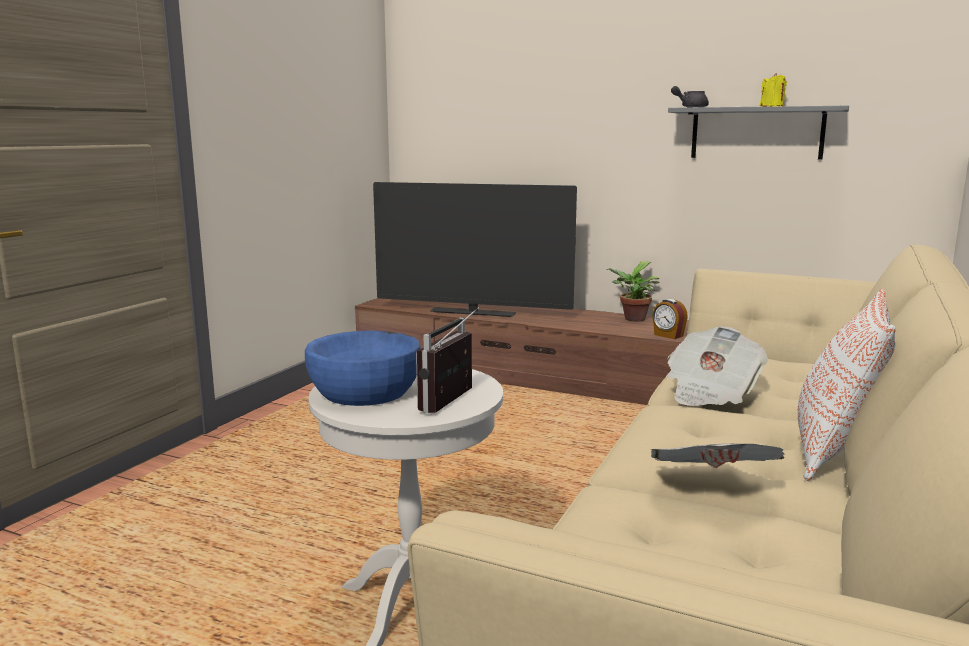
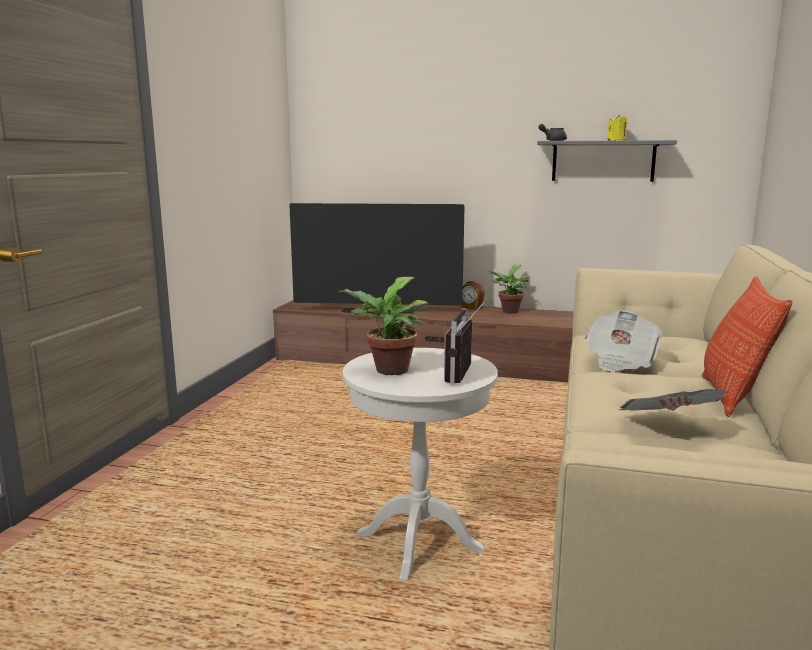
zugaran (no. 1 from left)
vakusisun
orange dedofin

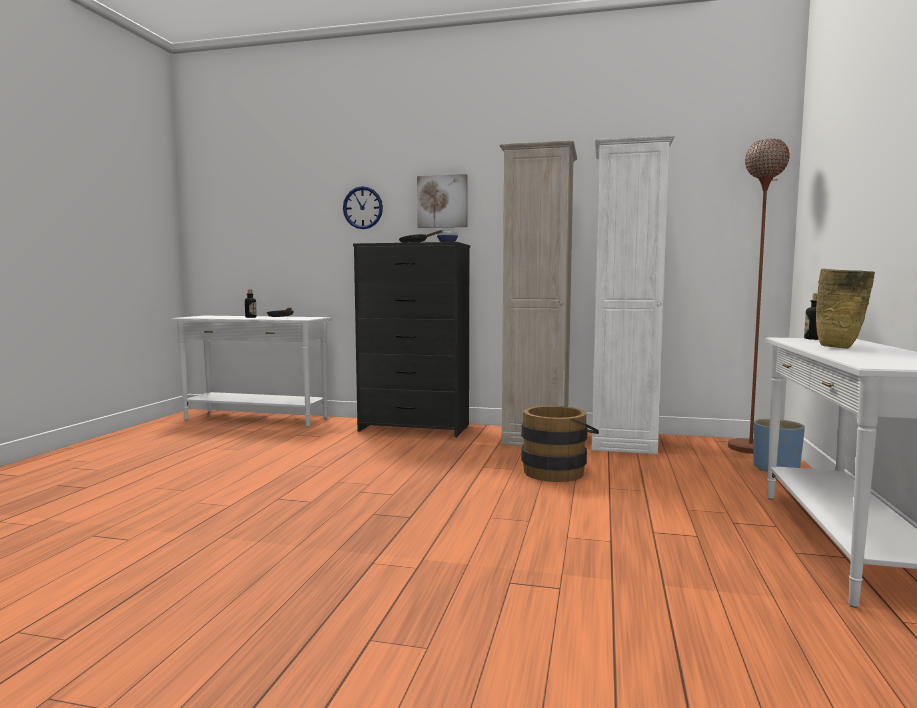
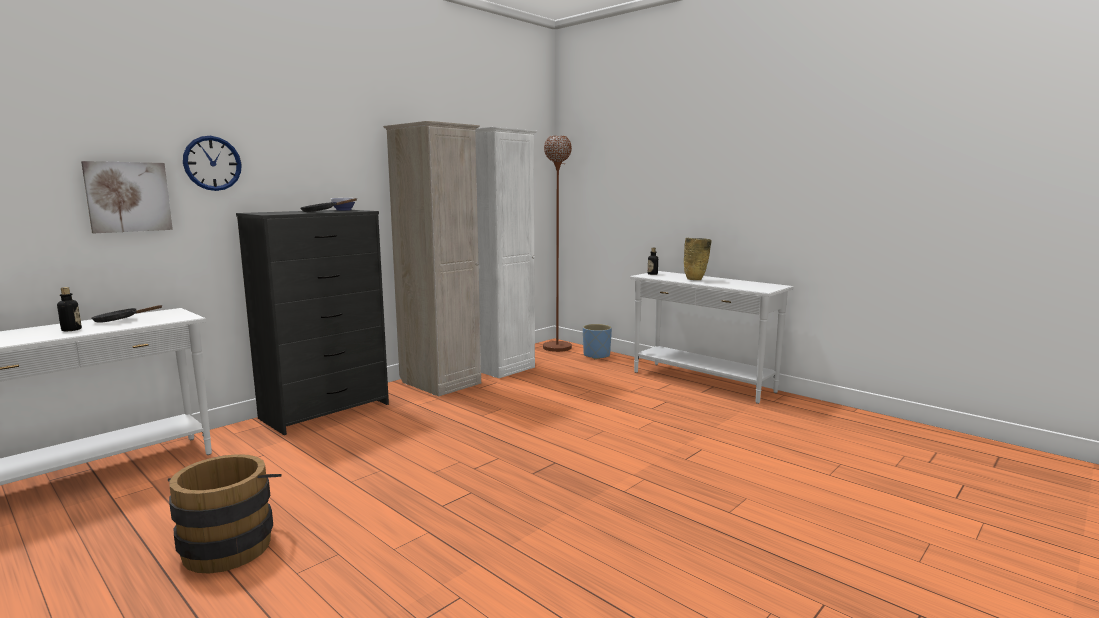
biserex
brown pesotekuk

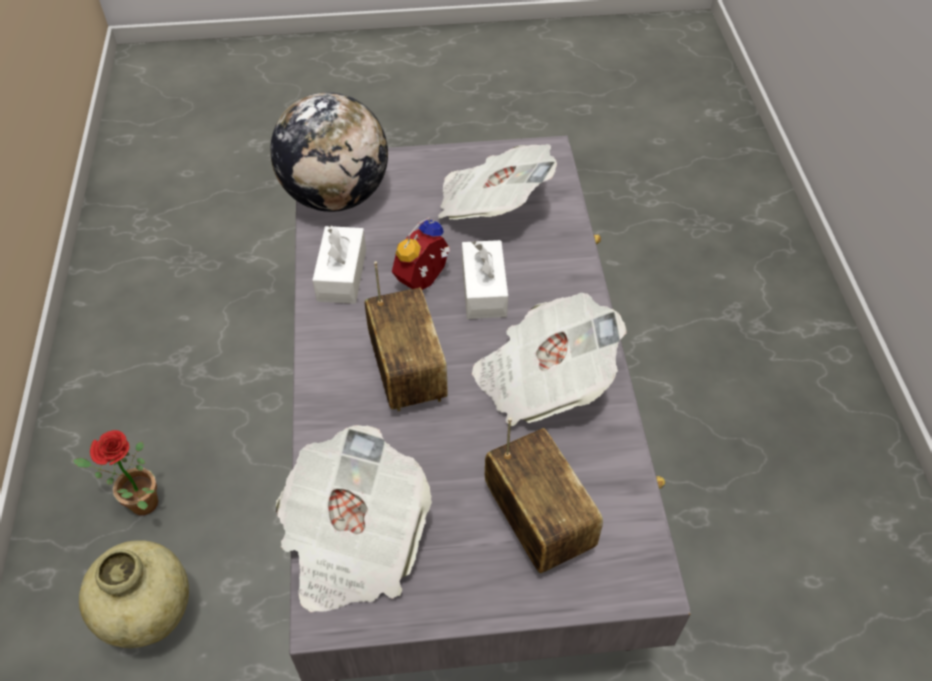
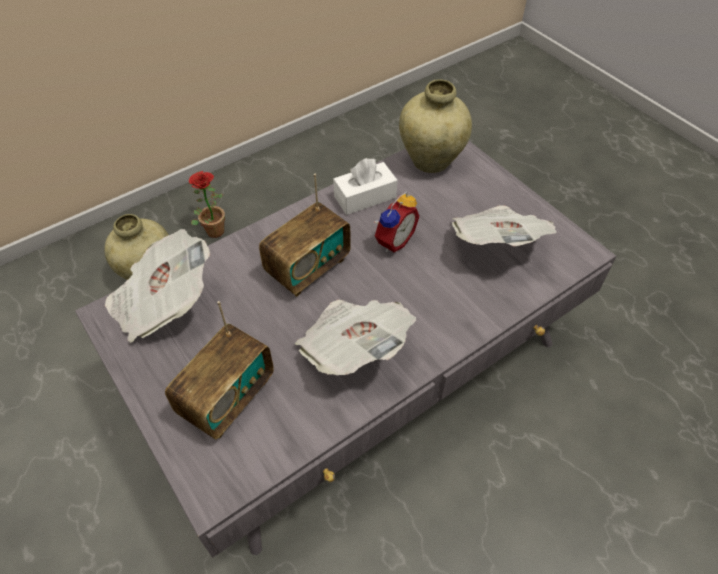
vakusisun
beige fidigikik (no. 2 from left)
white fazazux (no. 2 from left in the first image)

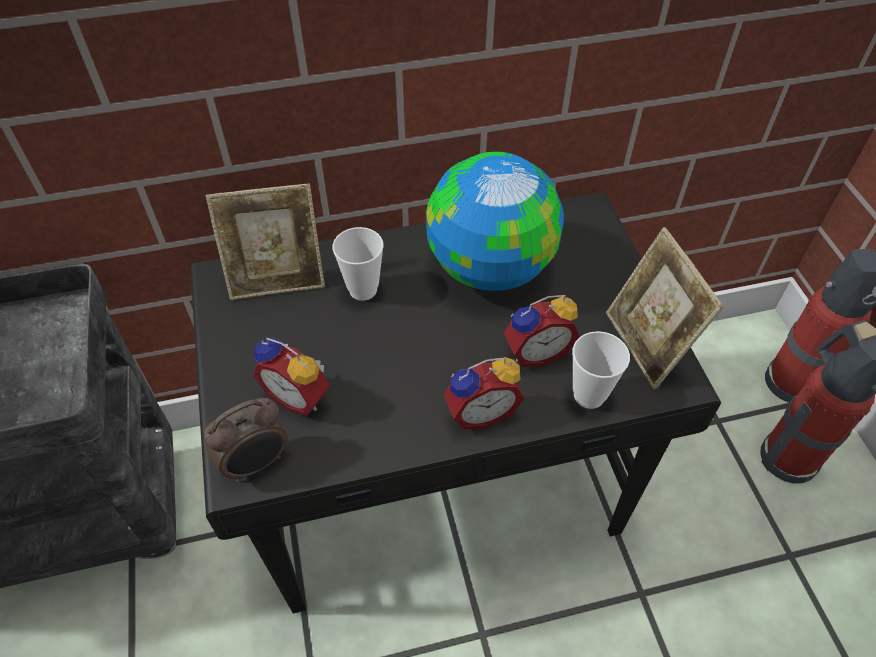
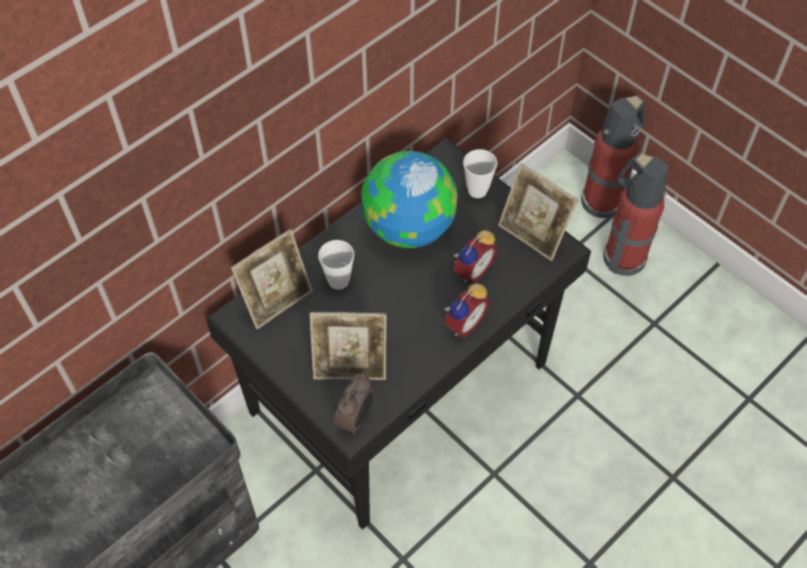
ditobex (no. 2 from left)
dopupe (no. 2 from left)

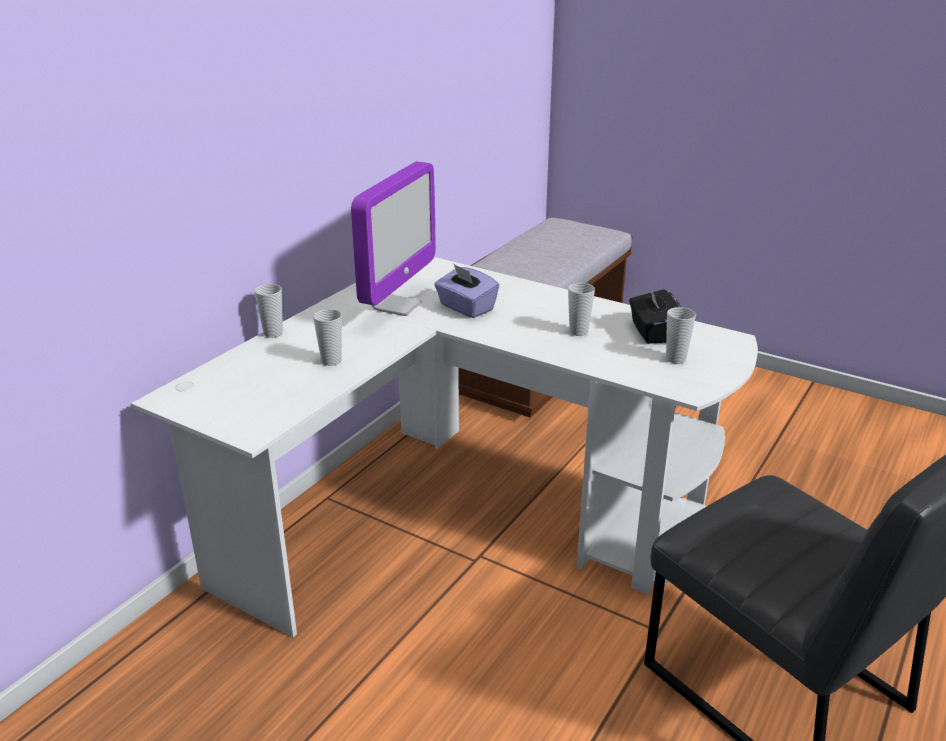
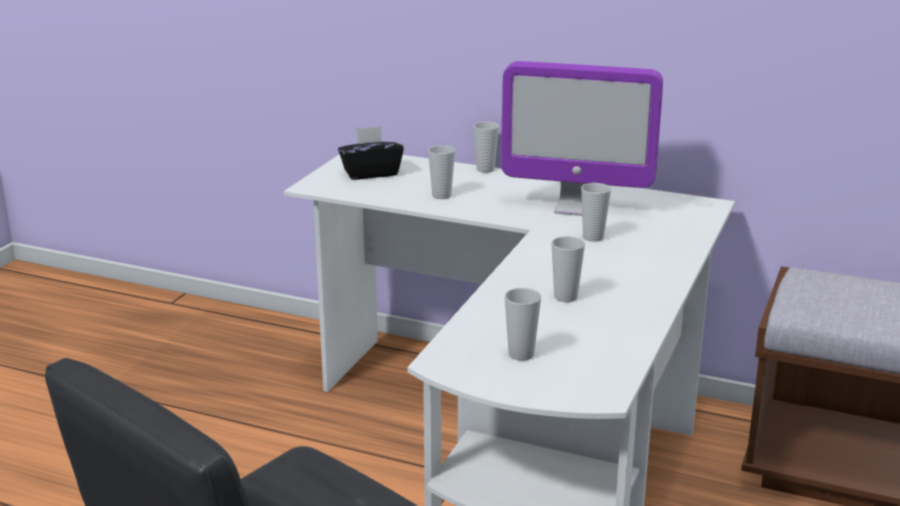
black fazazux
dopupe (no. 5 from left)

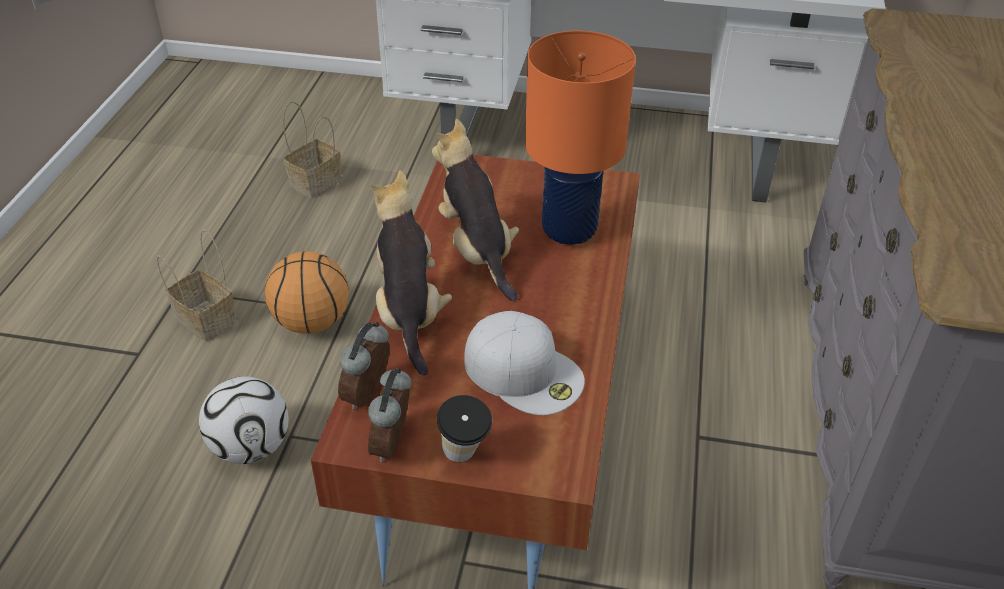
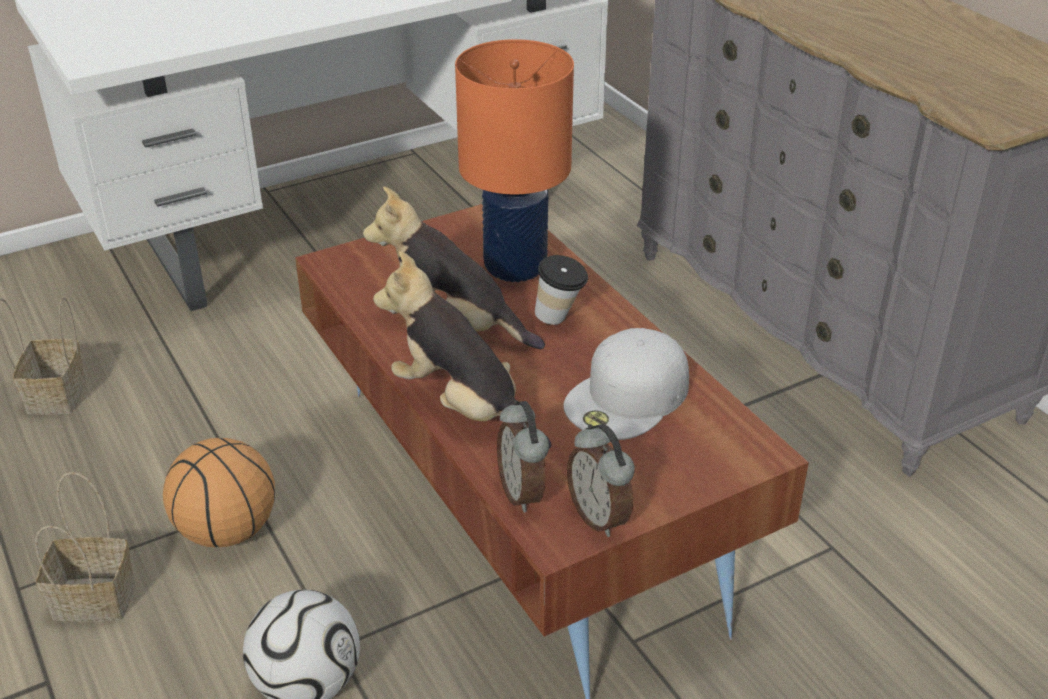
dopupe
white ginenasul

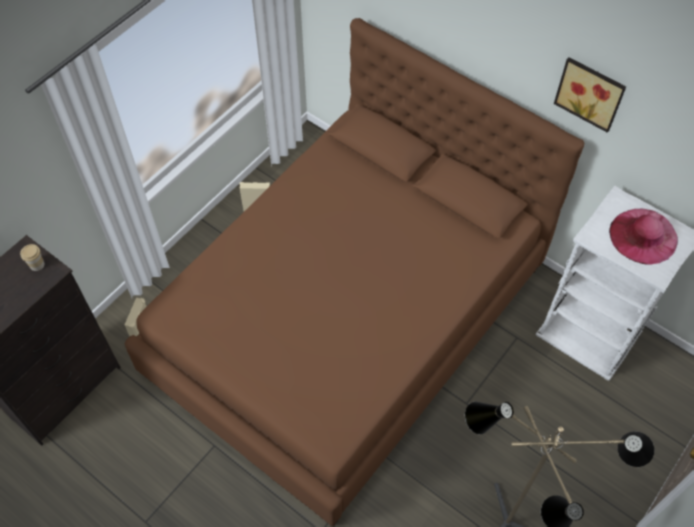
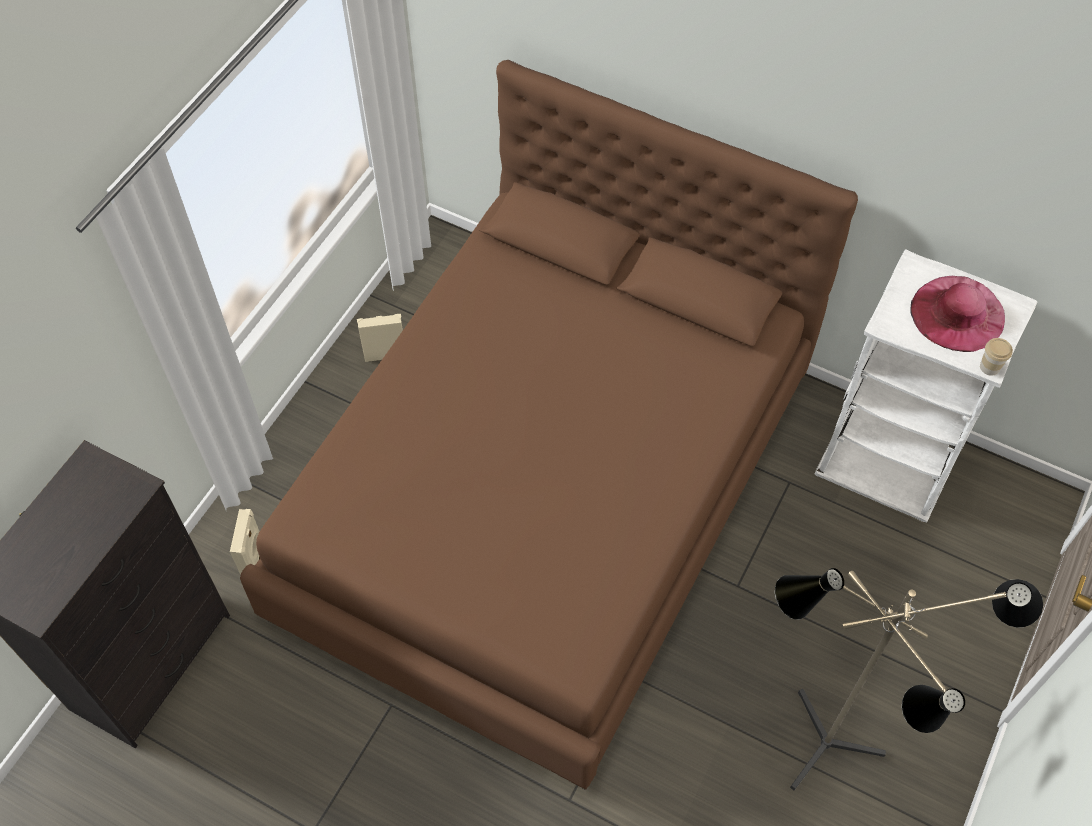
dopupe
biserex

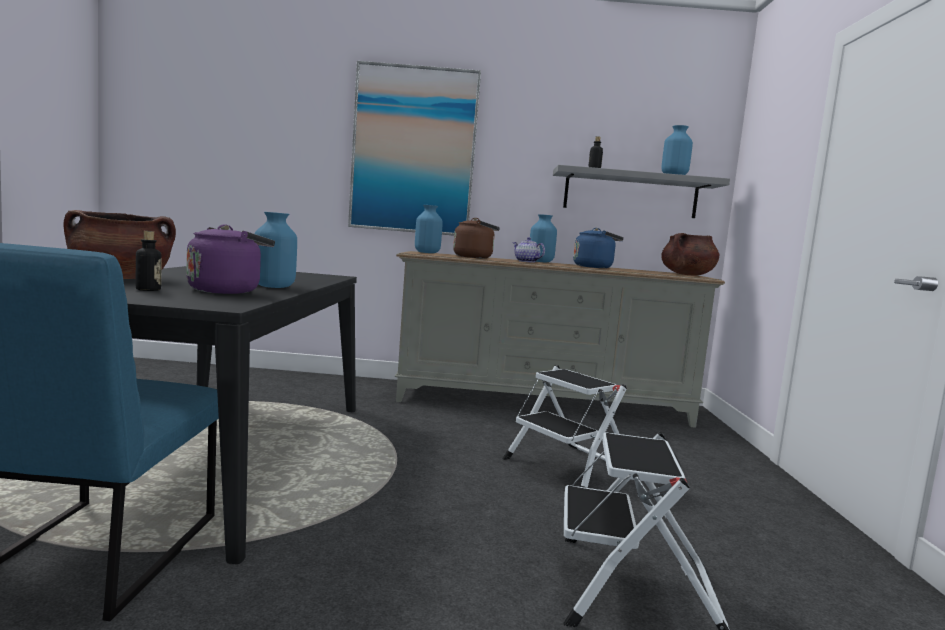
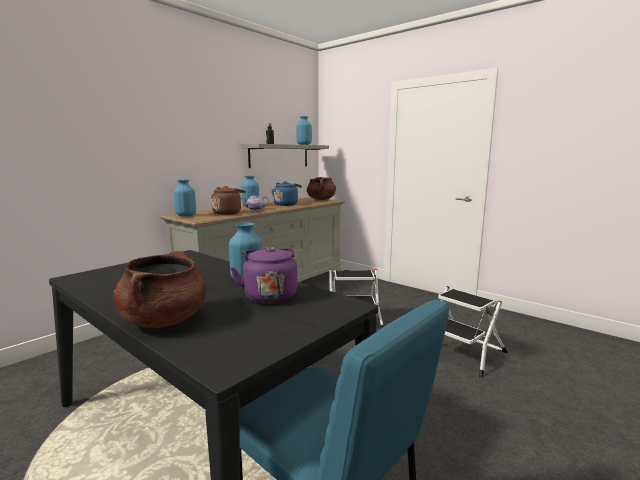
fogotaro (no. 1 from left in the first image)
biserex

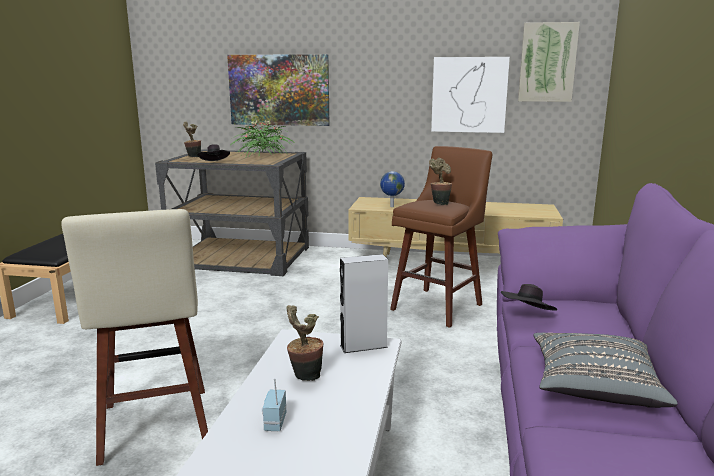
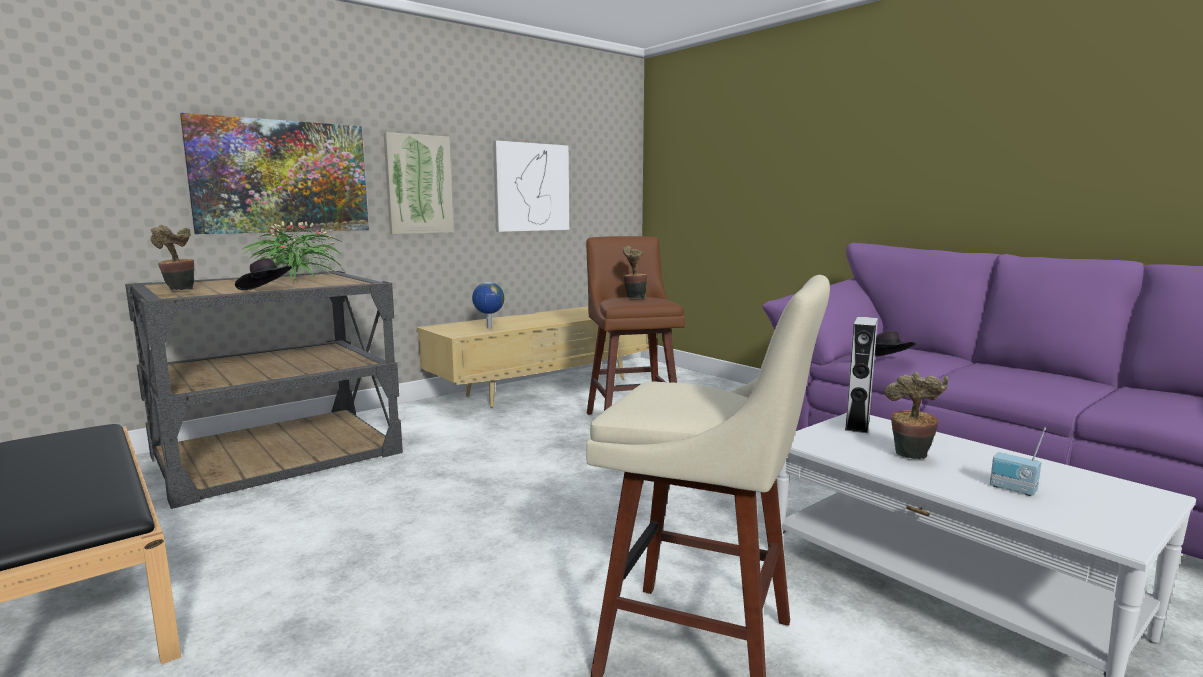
biserex (no. 2 from left)
grey dedofin

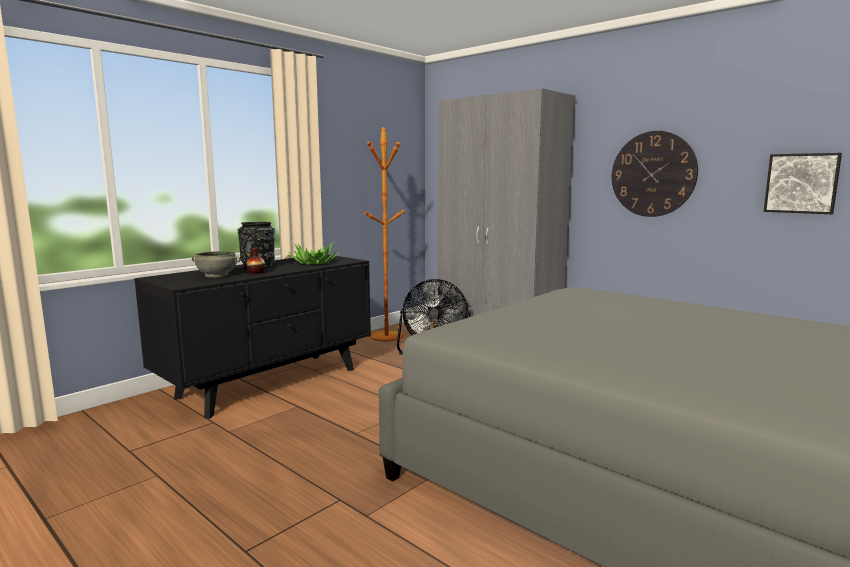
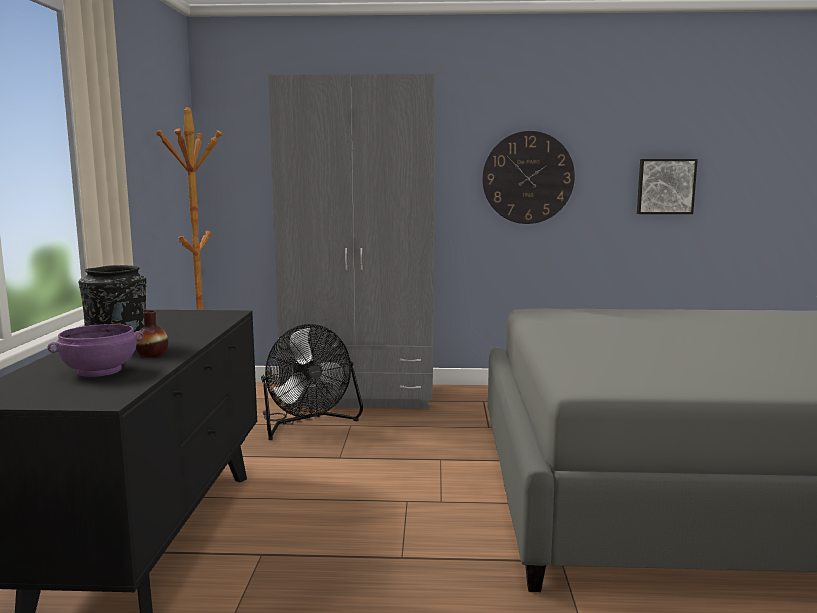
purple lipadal
zugaran

